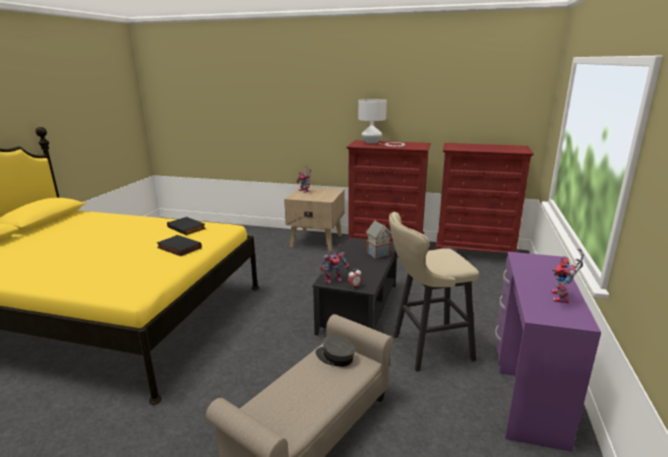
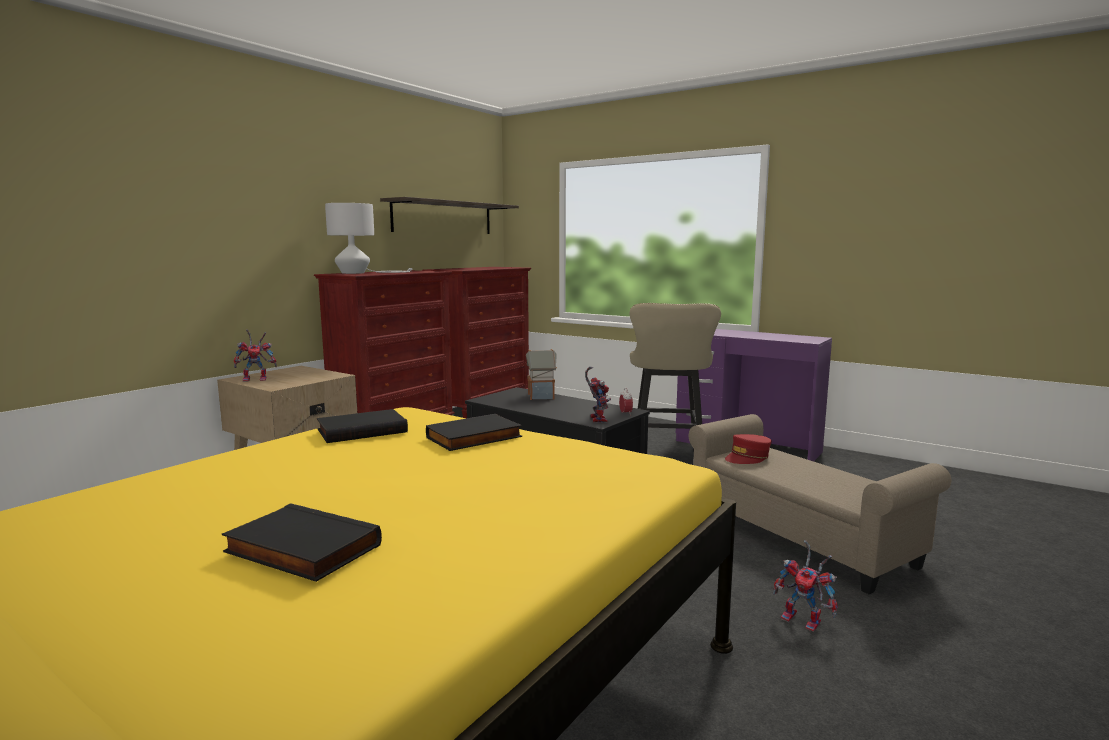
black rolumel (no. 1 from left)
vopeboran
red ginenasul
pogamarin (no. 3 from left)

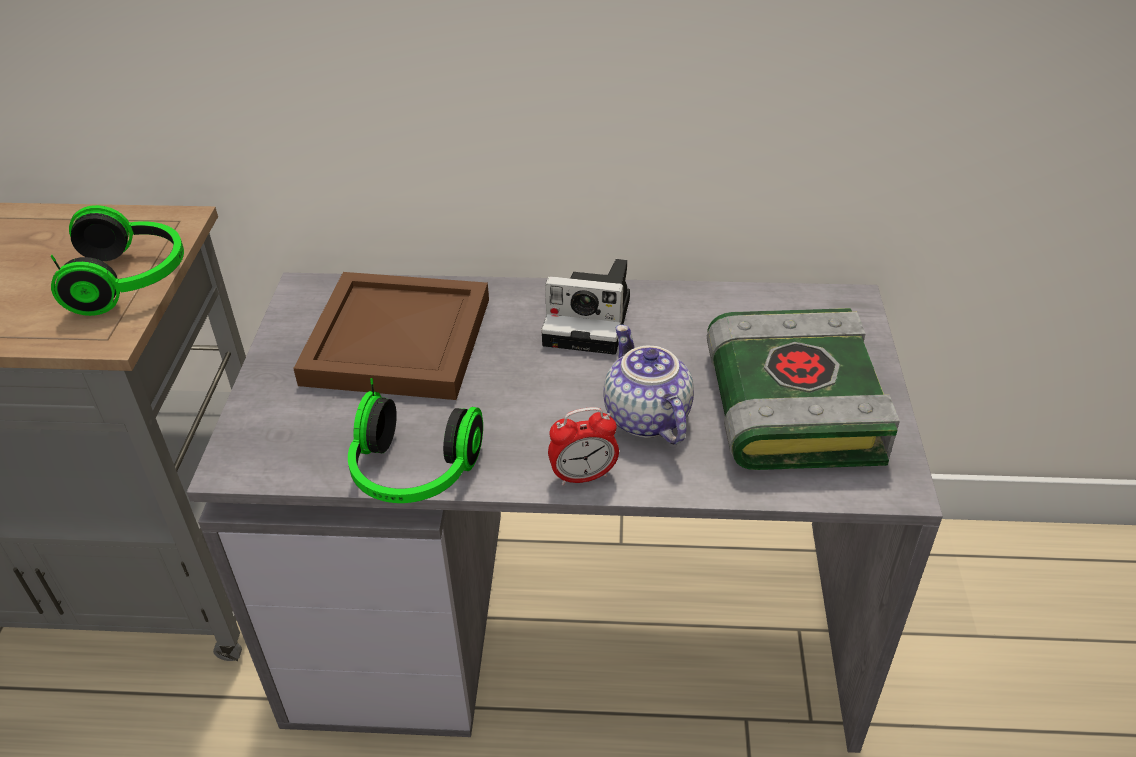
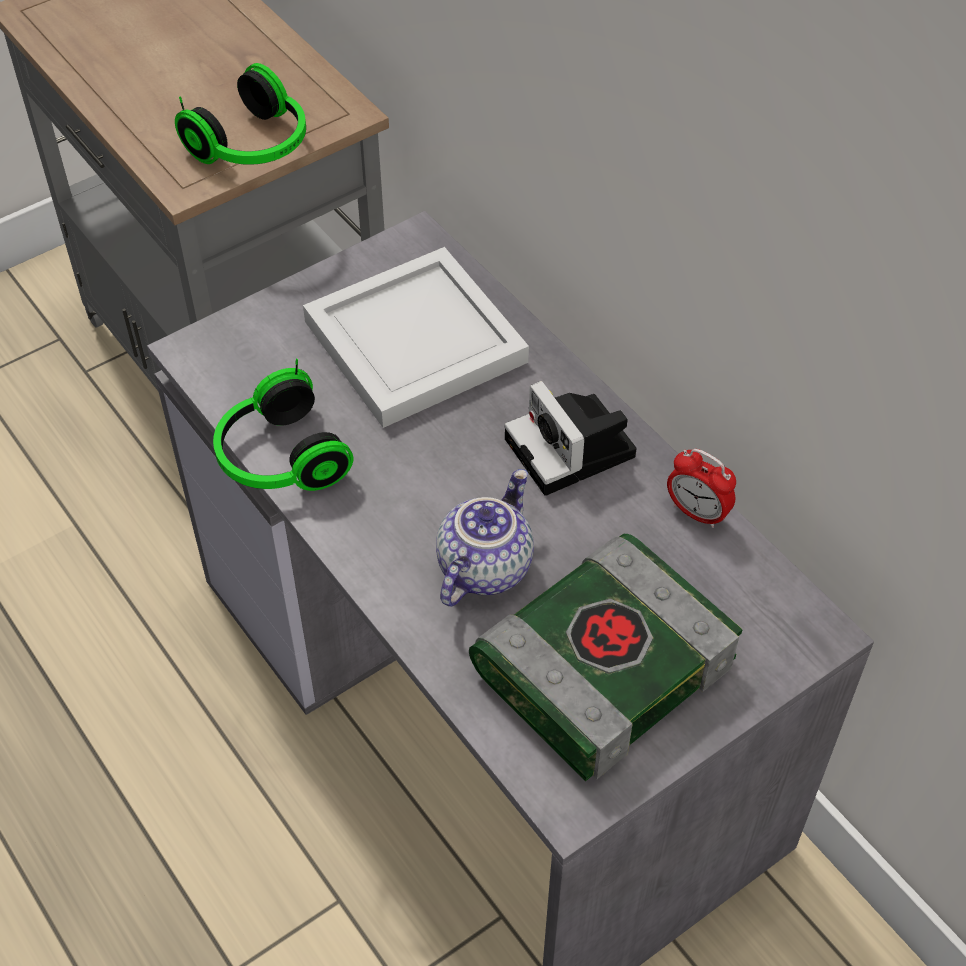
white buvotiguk
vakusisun

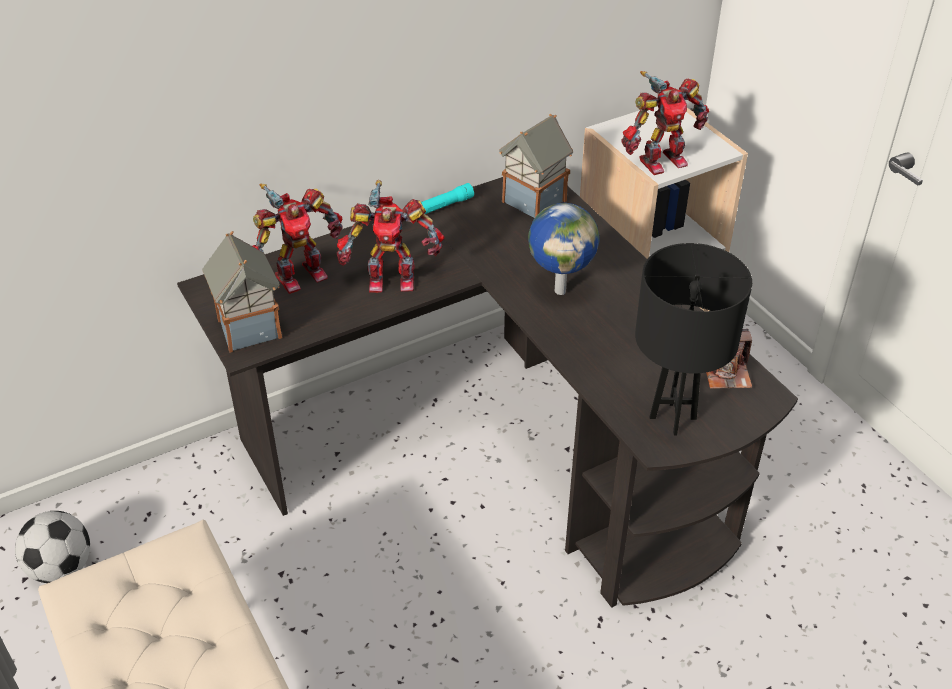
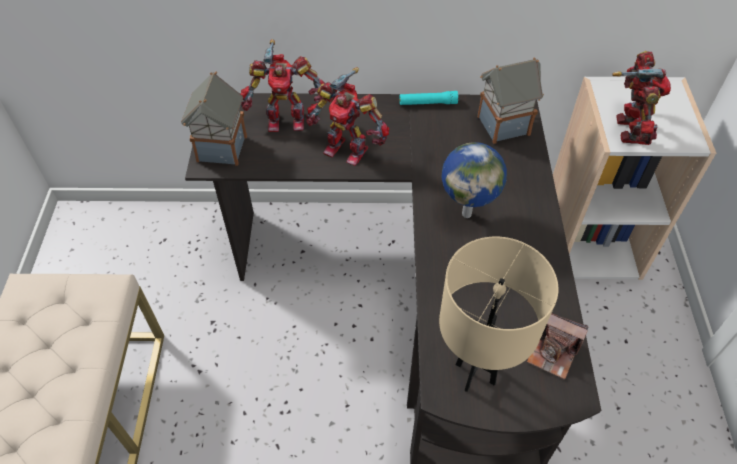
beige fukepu
pogamarin (no. 3 from left)
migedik

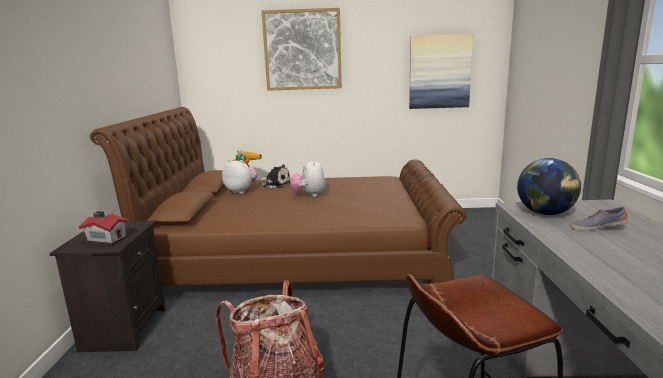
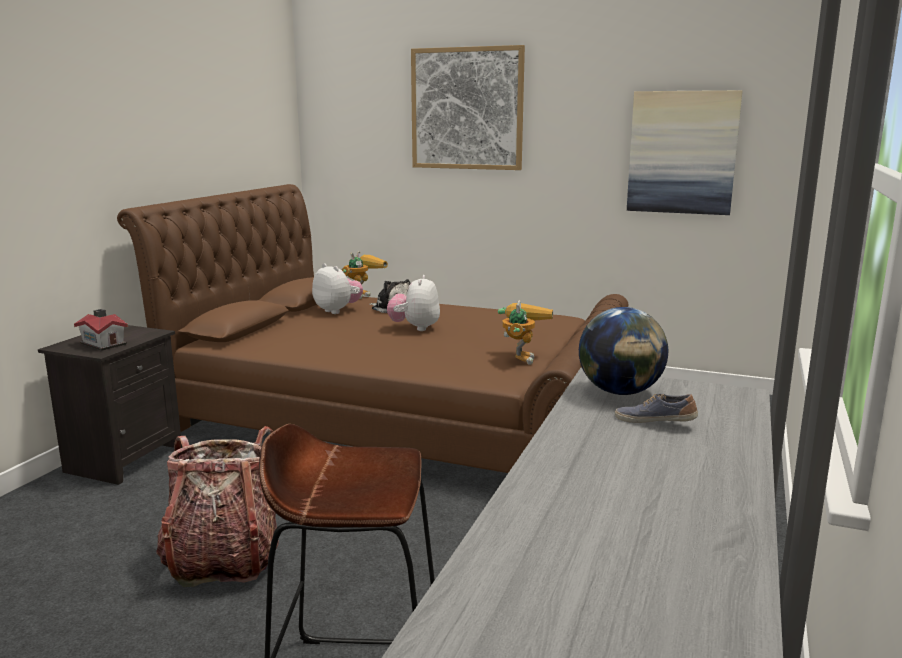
pogamarin (no. 2 from left)

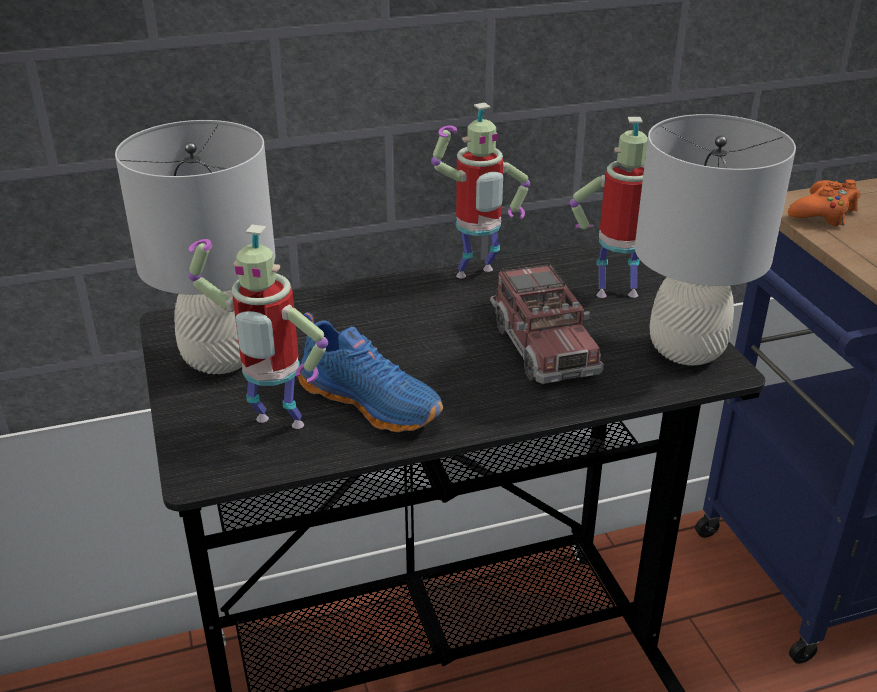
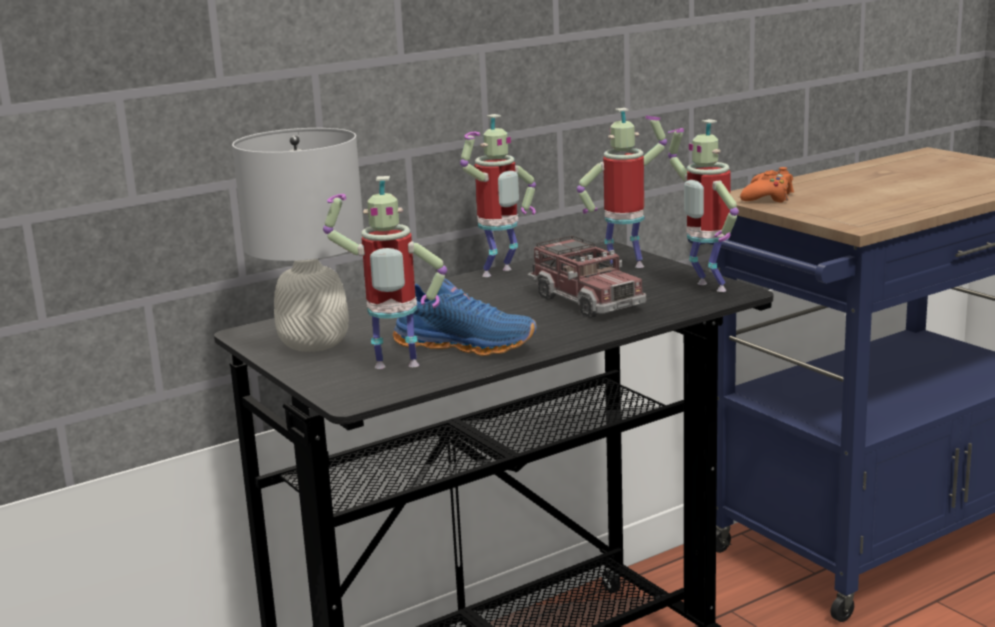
pogamarin (no. 4 from left)

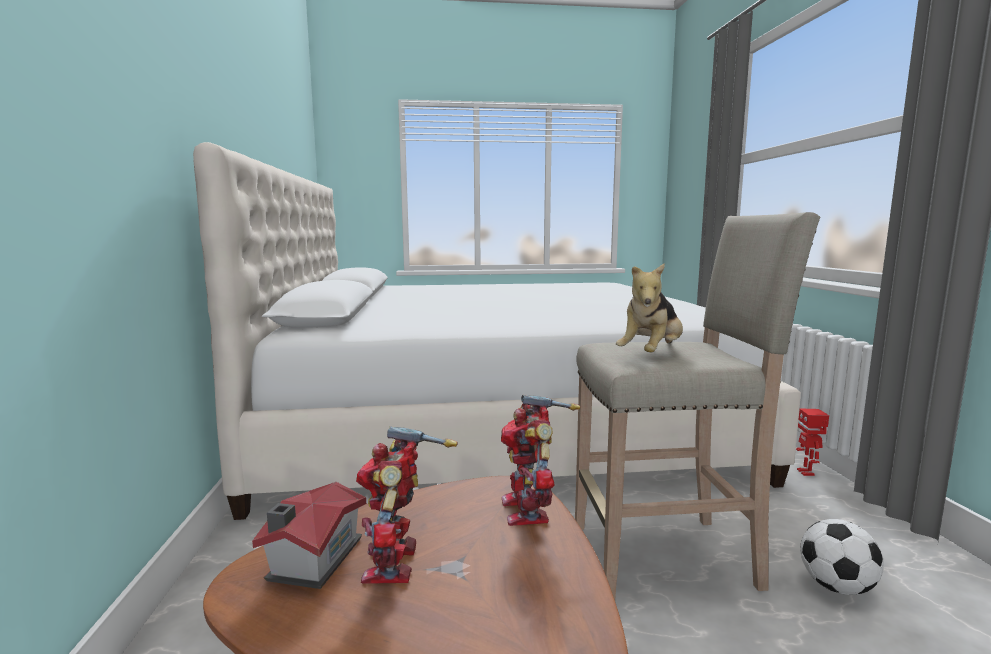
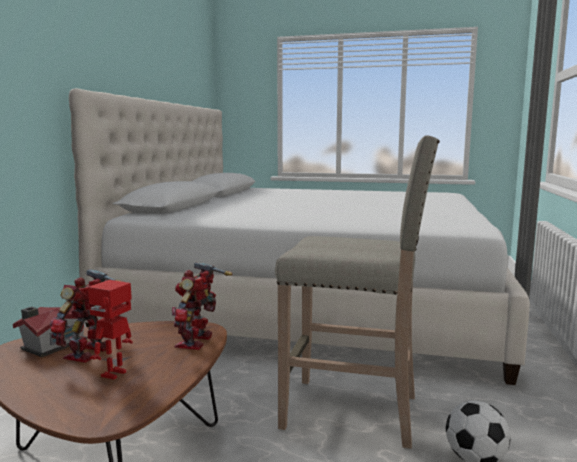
pogamarin (no. 2 from left)
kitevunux

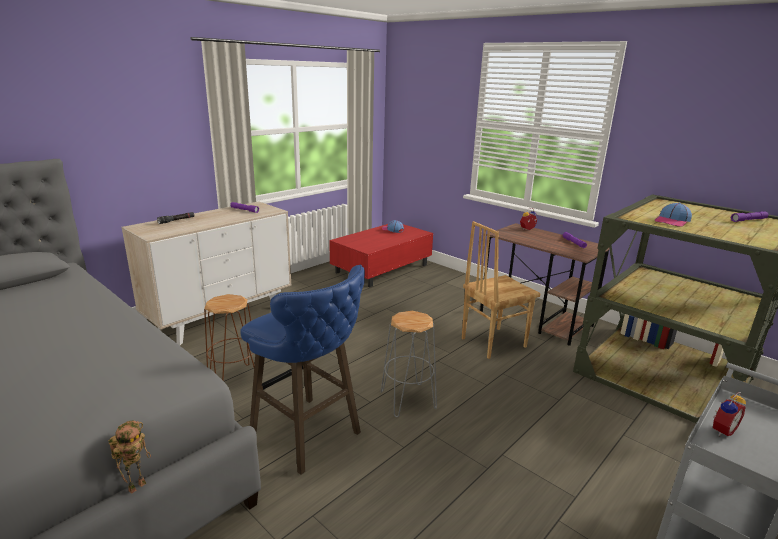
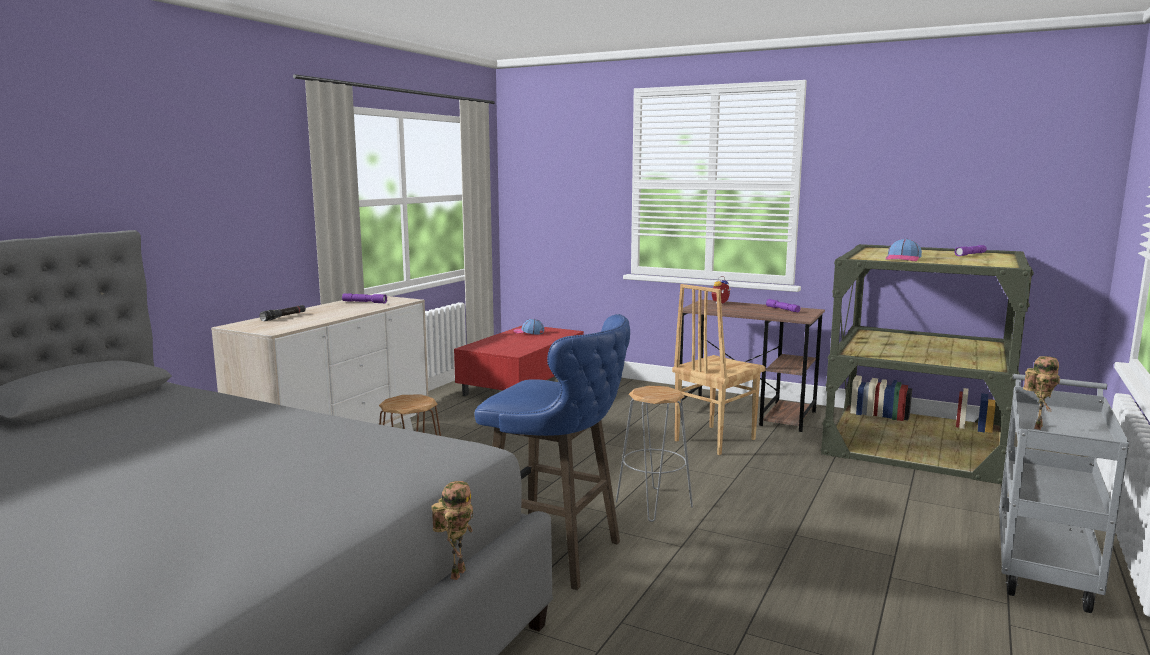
pogamarin (no. 2 from left)

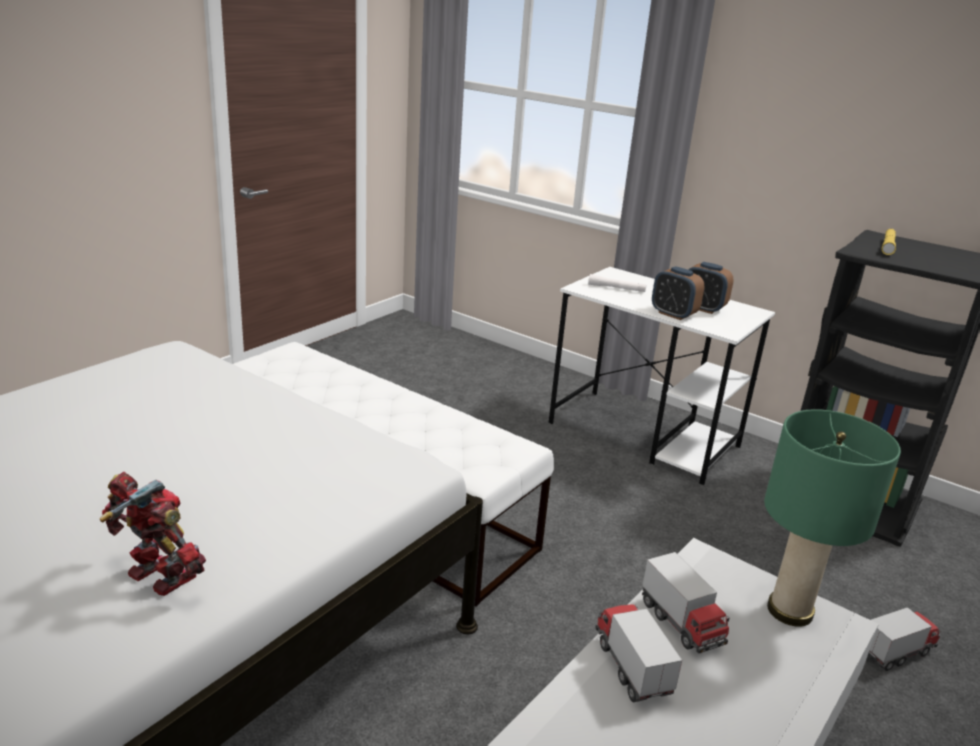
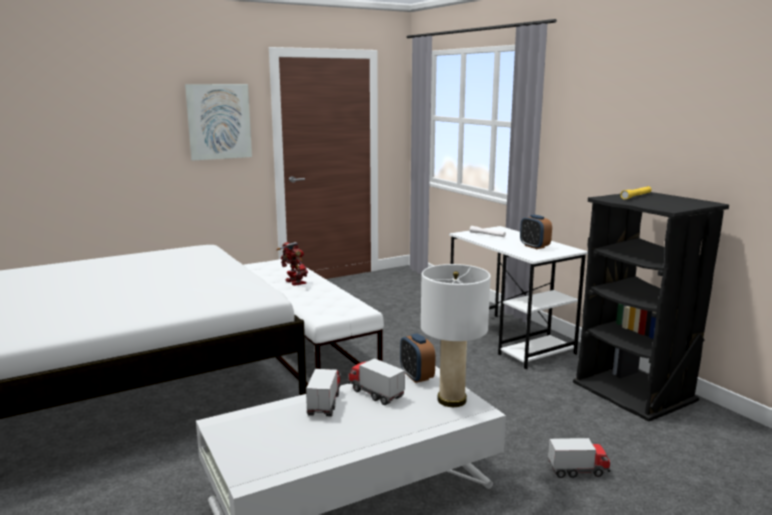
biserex
pogamarin
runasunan (no. 2 from left)
vakusisun (no. 1 from left)
white fukepu

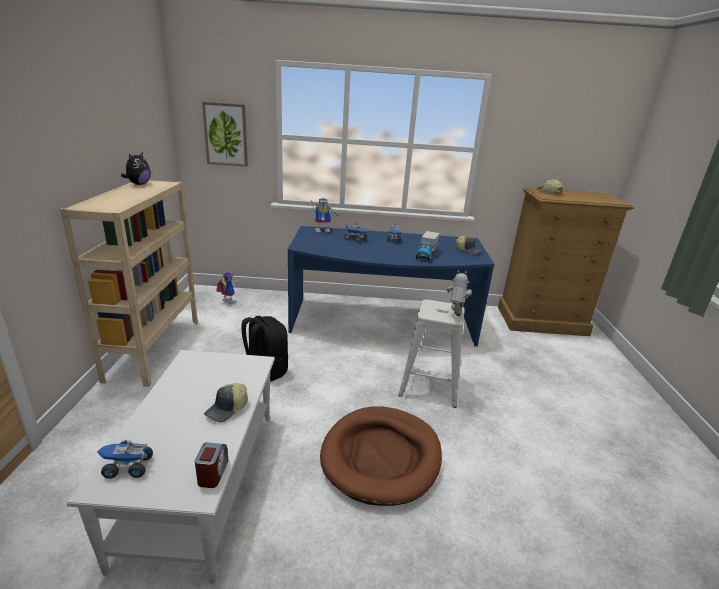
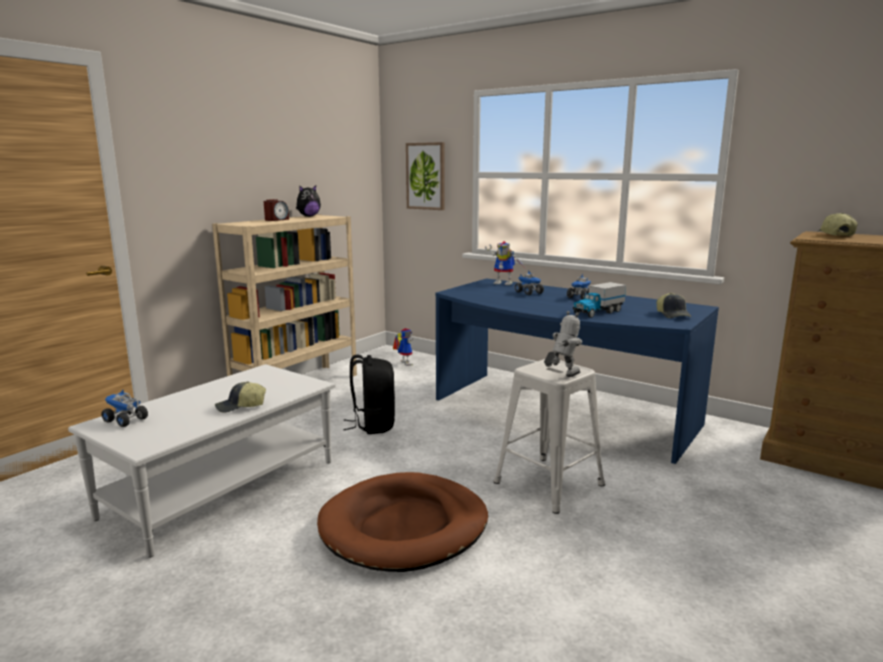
vakusisun

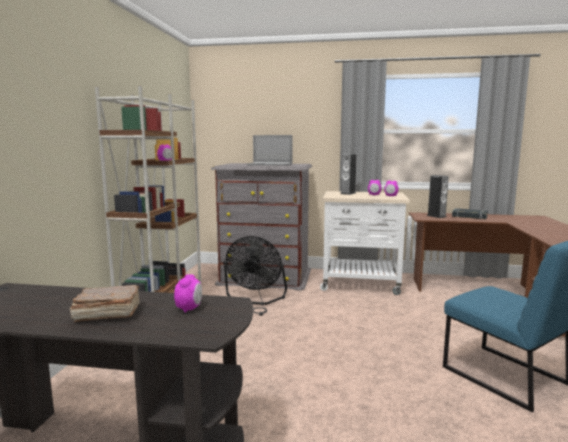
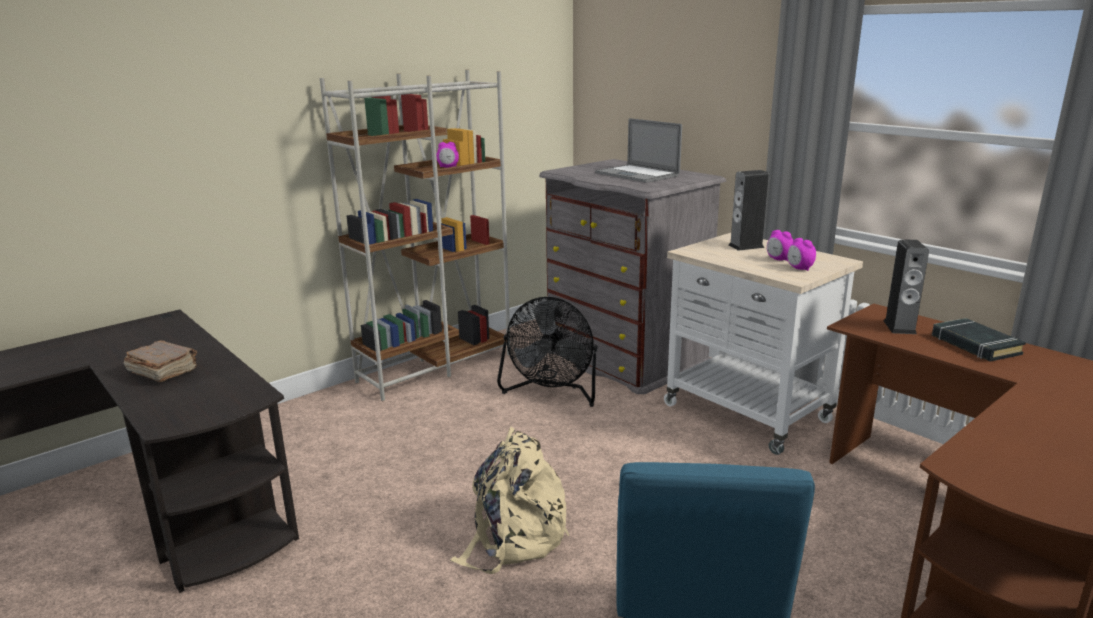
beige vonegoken
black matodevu
vakusisun (no. 2 from left in the first image)

